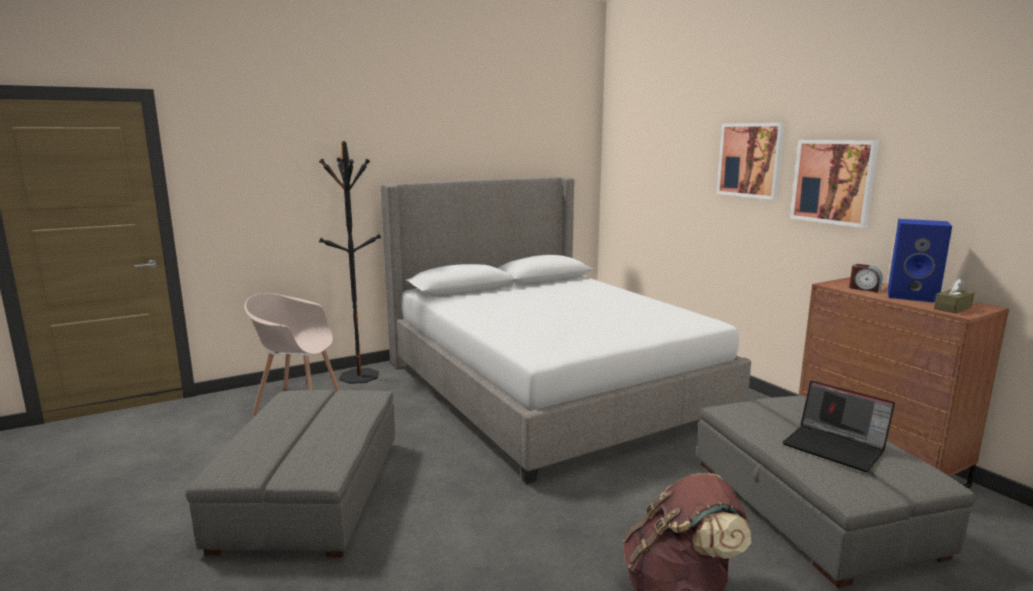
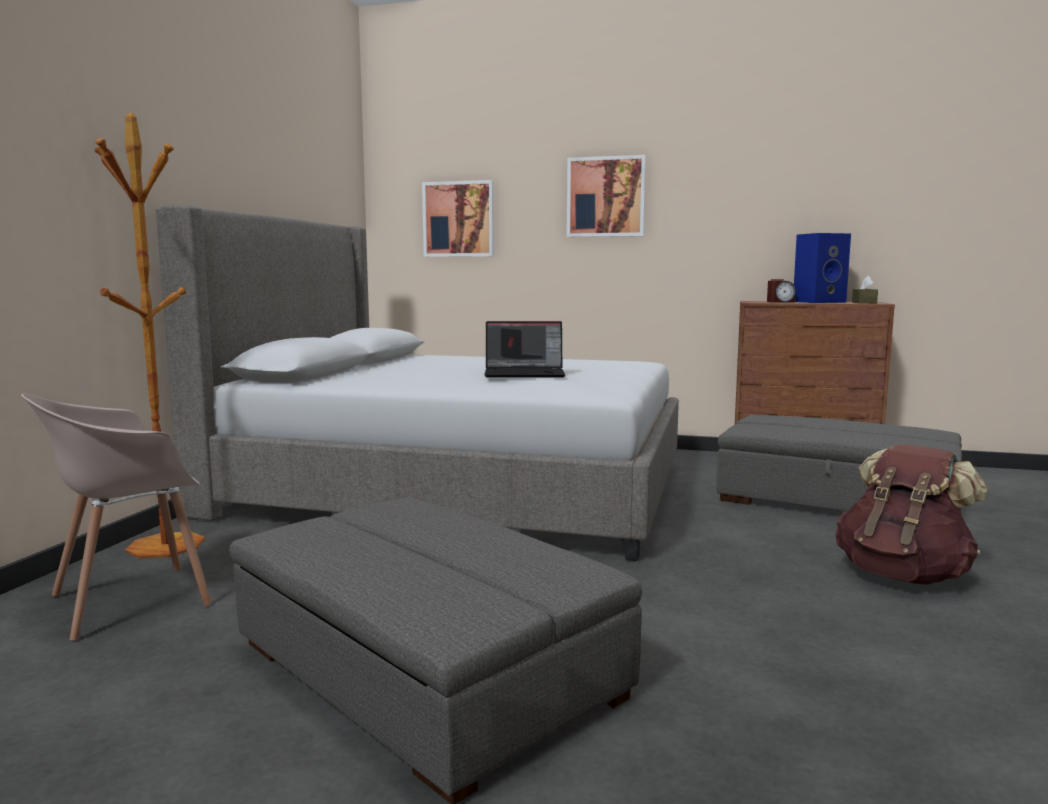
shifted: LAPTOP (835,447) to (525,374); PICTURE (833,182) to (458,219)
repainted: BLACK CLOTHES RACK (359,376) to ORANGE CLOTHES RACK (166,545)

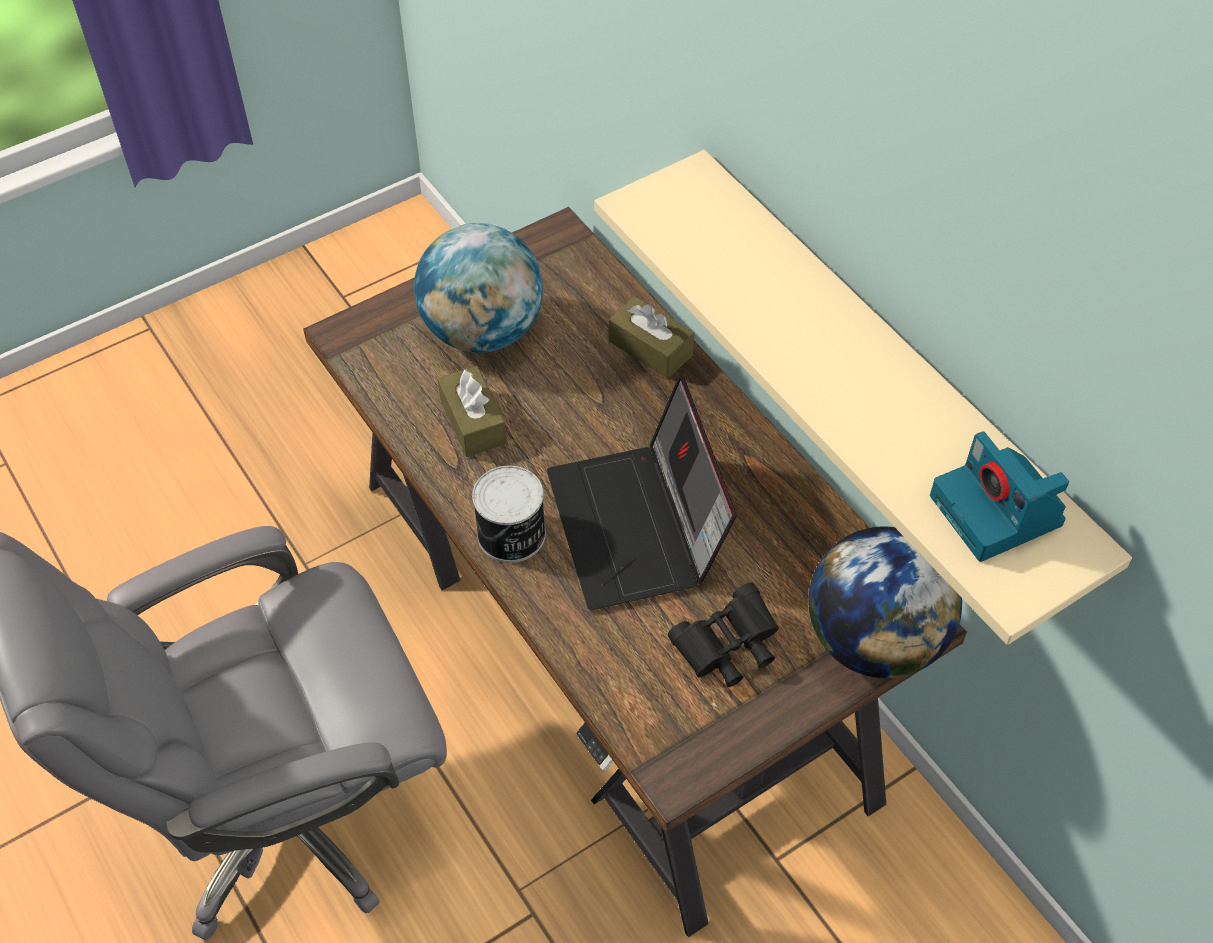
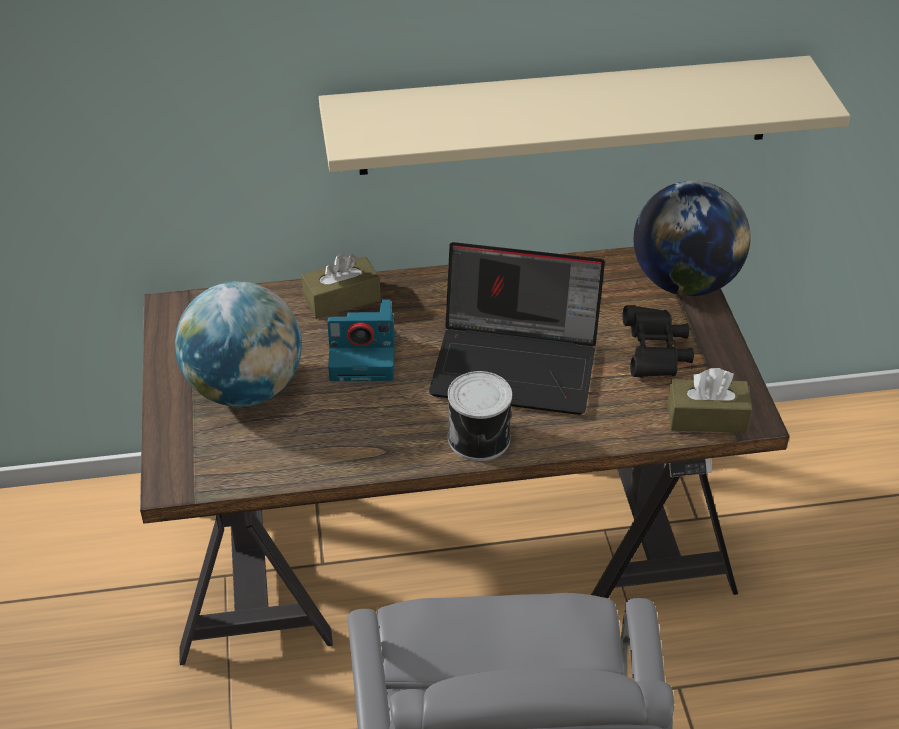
shifted: BROWN TISSUE BOX (473,422) to (706,417); PHOTO CAMERA (998,512) to (365,356)

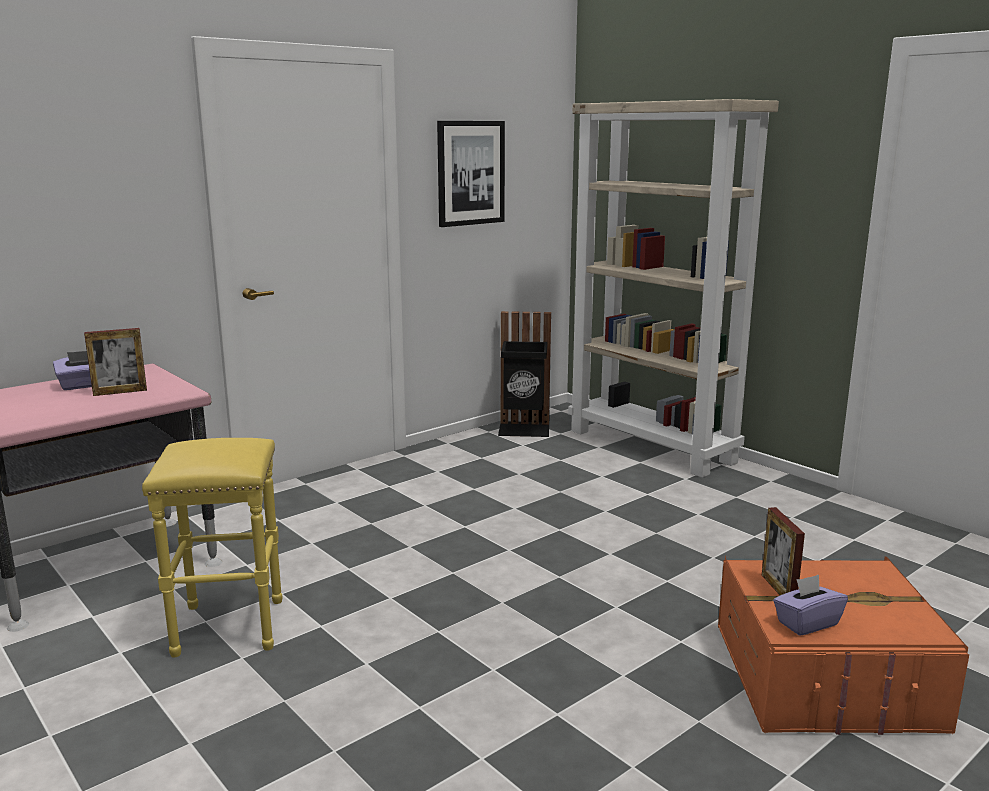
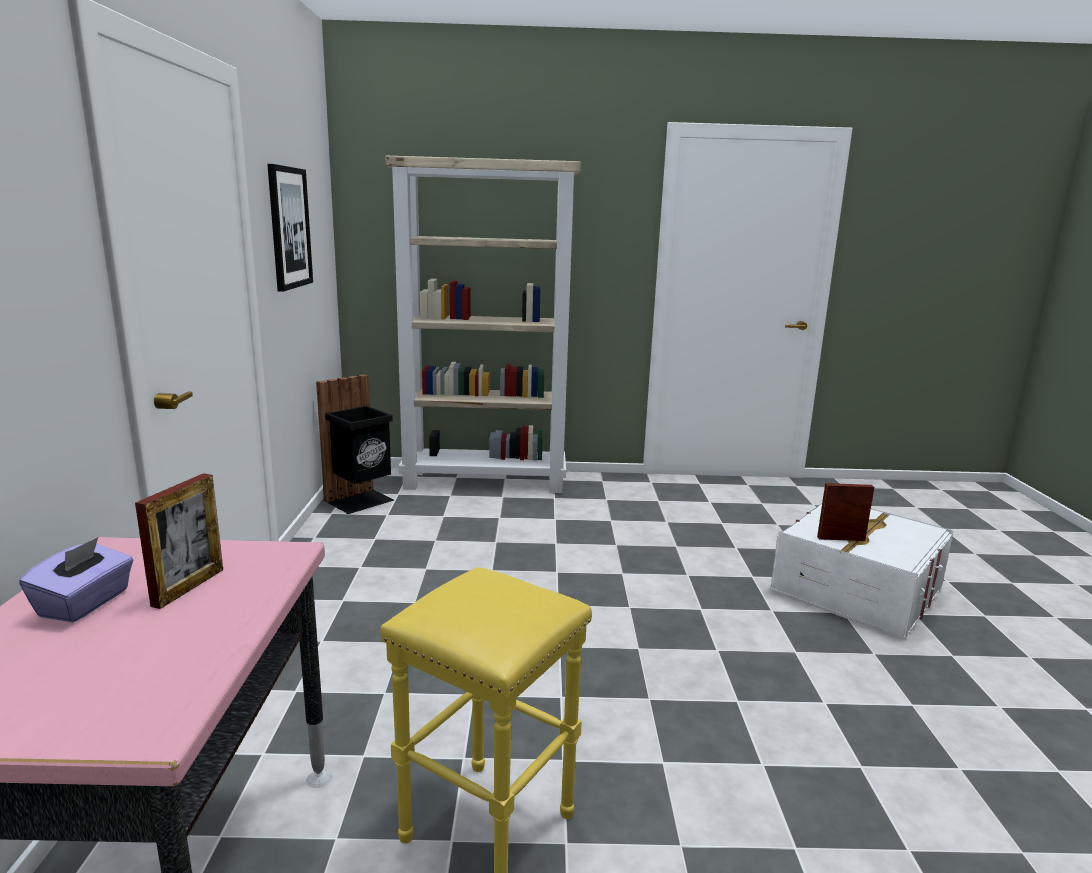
gone: PURPLE TISSUE BOX (807,623)
repainted: ORANGE STORAGE BOX (825,677) to WHITE STORAGE BOX (856,590)
rotated: PICTURE FRAME (778,589) = (841,538) 150 degrees clockwise

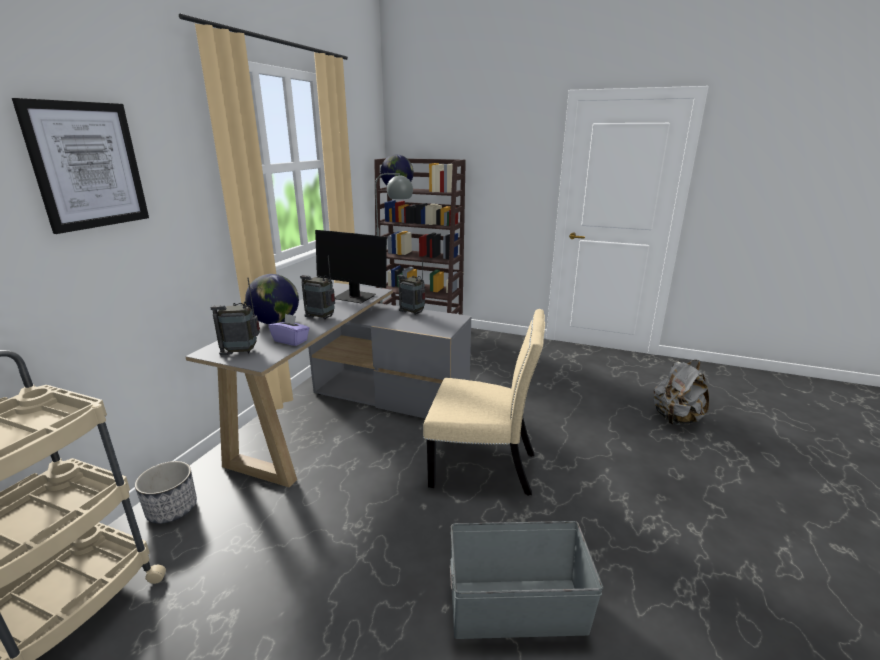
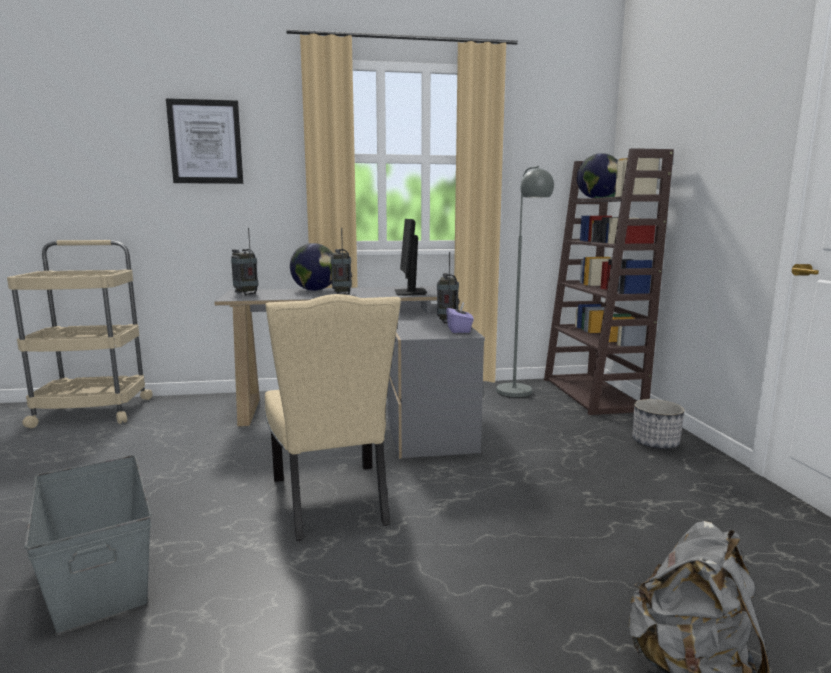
shifted: PLANTER (172,509) to (655,443); PURPLE TISSUE BOX (291,341) to (459,330)

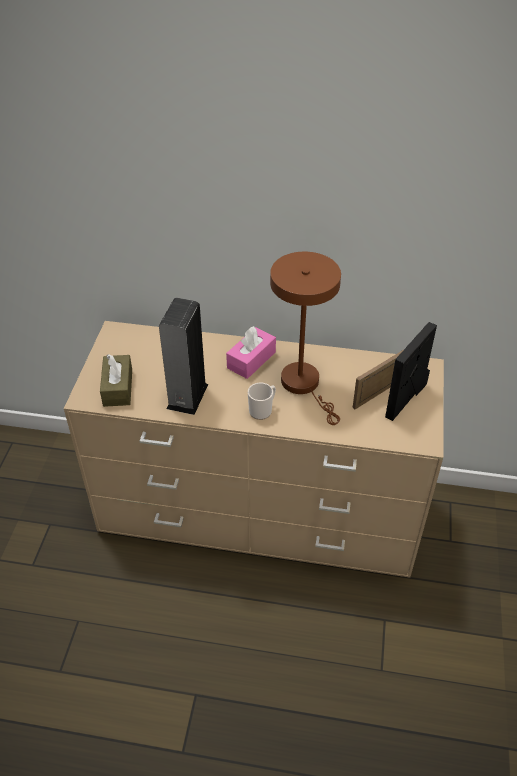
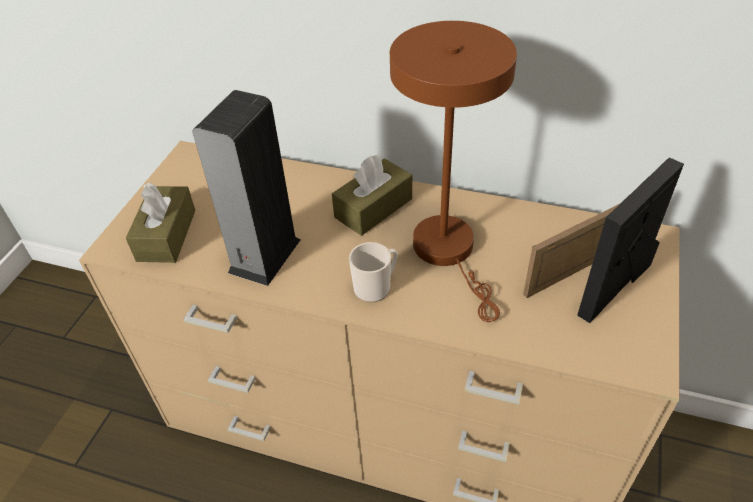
repainted: PINK TISSUE BOX (251,360) to BROWN TISSUE BOX (373,208)

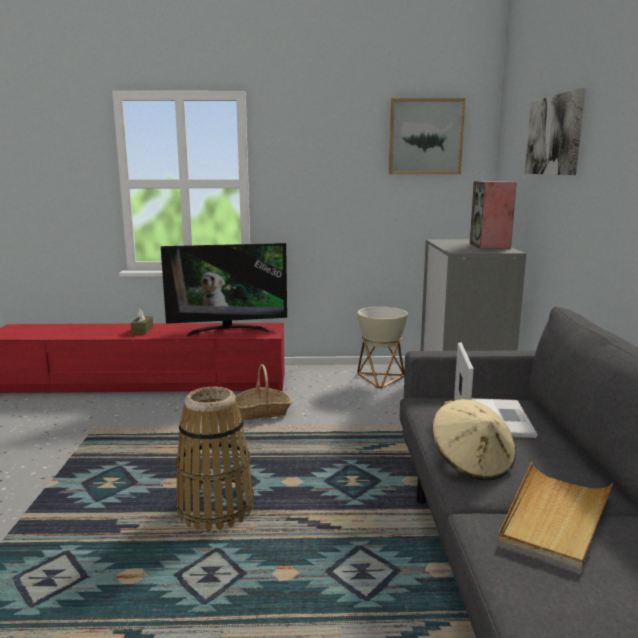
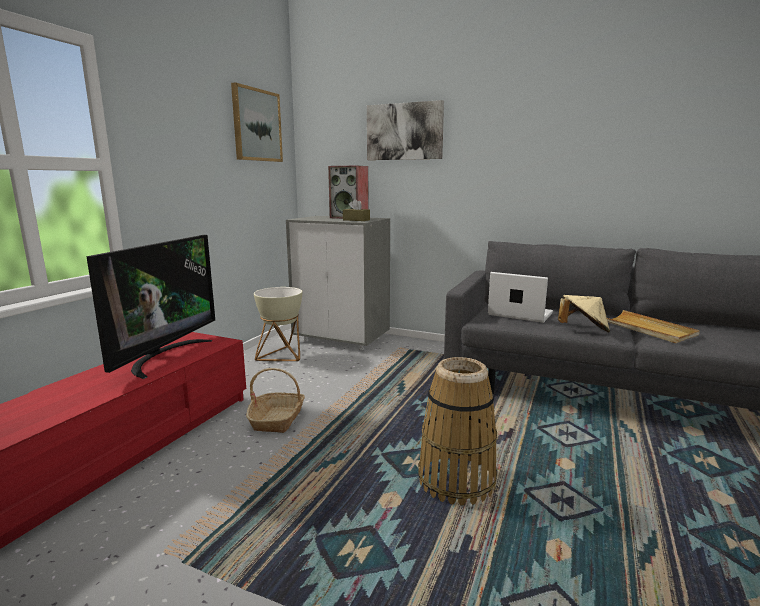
shifted: BROWN TISSUE BOX (142,330) to (356,220)

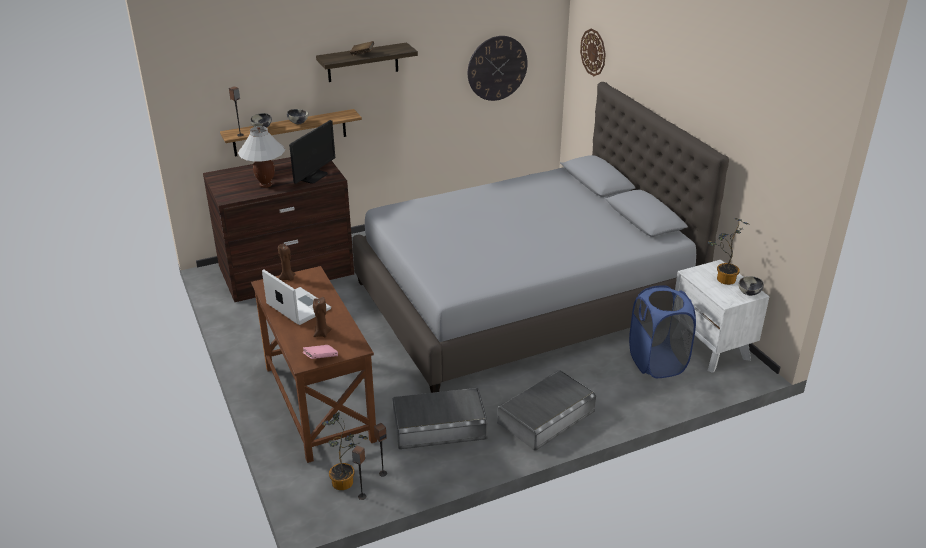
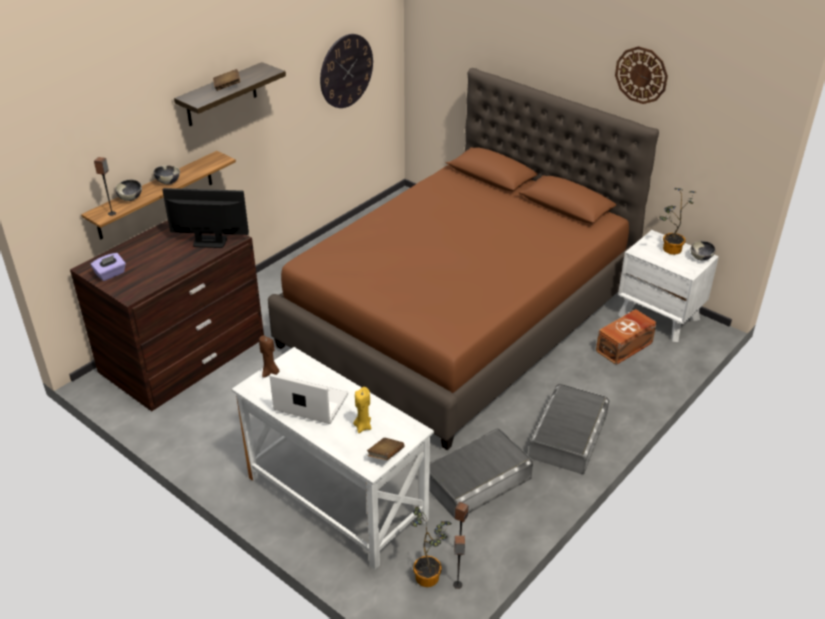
gone: WHITE TABLE LAMP (266,185)
new: PURPLE TISSUE BOX (110,274)
shifted: WALL CLOCK (593,52) to (641,75)
swapped: BLUE LAUNDRY BASKET (657,362) to BROWN STORAGE BOX (625,347)
repainted: BROWN DESK (318,403) to WHITE DESK (336,499); PINK BOOK (320,358) to BROWN BOOK (385,455); BROWN CANDLE (322,334) to YELLOW CANDLE (363,426); GREY BED (525,299) to BROWN BED (460,316)
rotated: MONITOR (314,176) = (210,242) 90 degrees counterclockwise

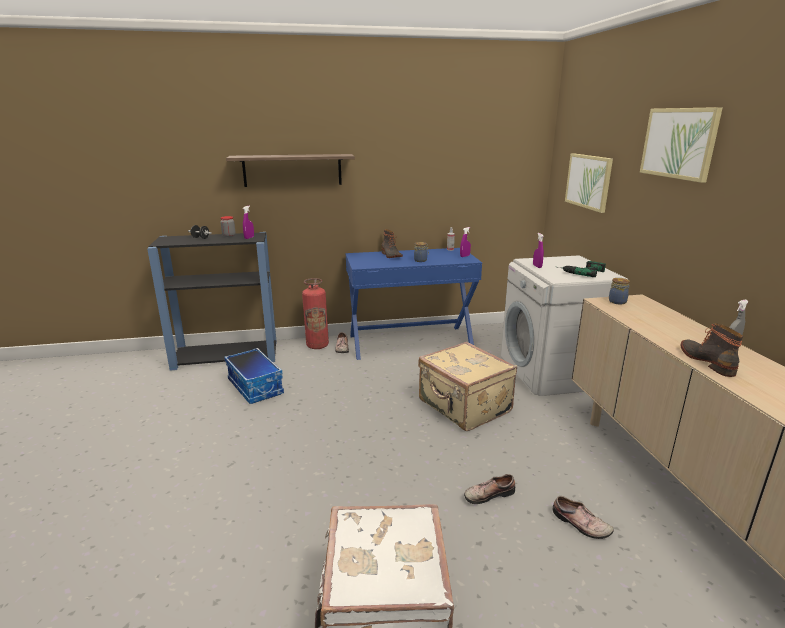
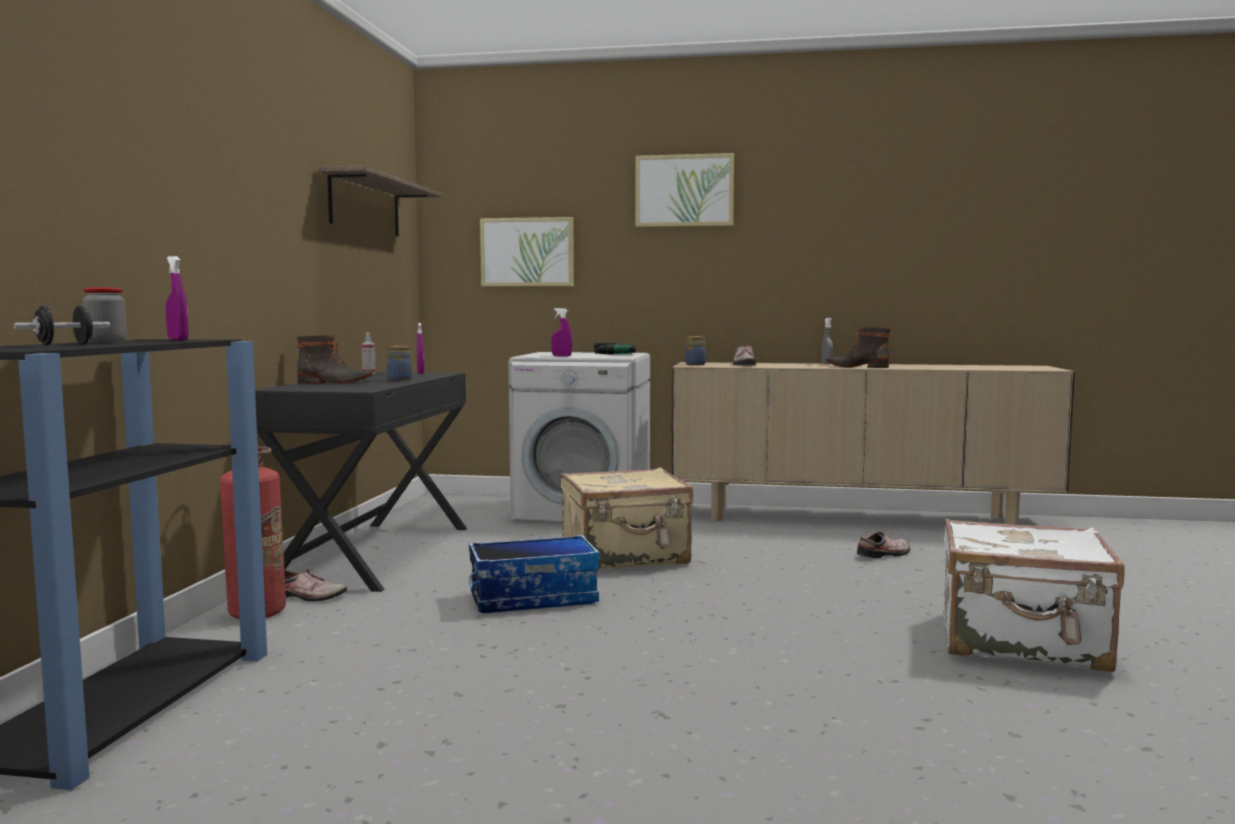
shifted: STORAGE BOX (256,387) to (534,598); SHELF (292,170) to (365,206); SHOE (488,494) to (742,364)
repainted: BLUE DESK (410,342) to BLACK DESK (374,553)

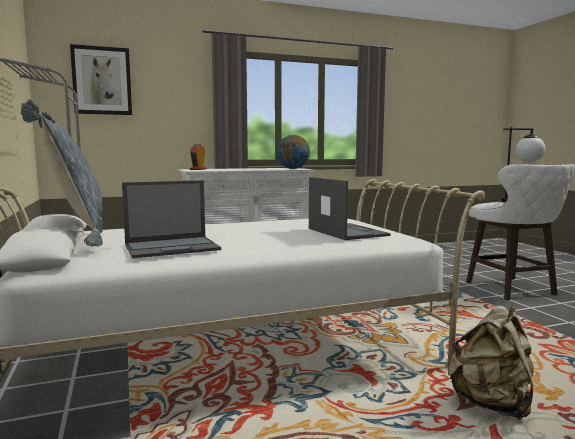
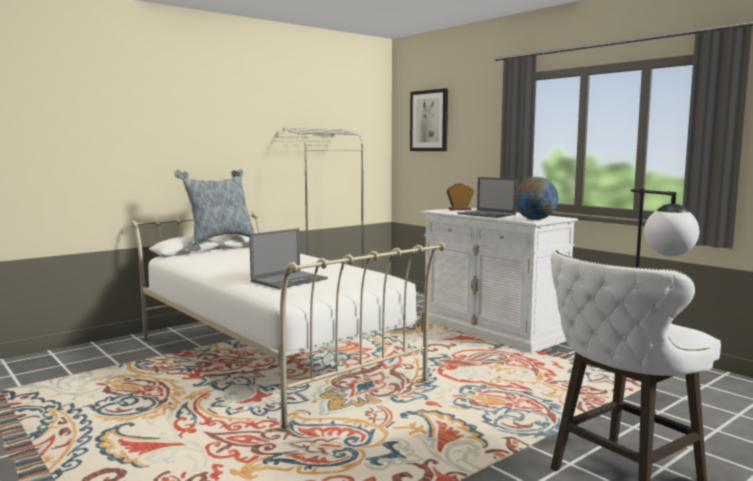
gone: BEIGE BACKPACK (491,404)
shifted: LAPTOP (173,247) to (487,214)

